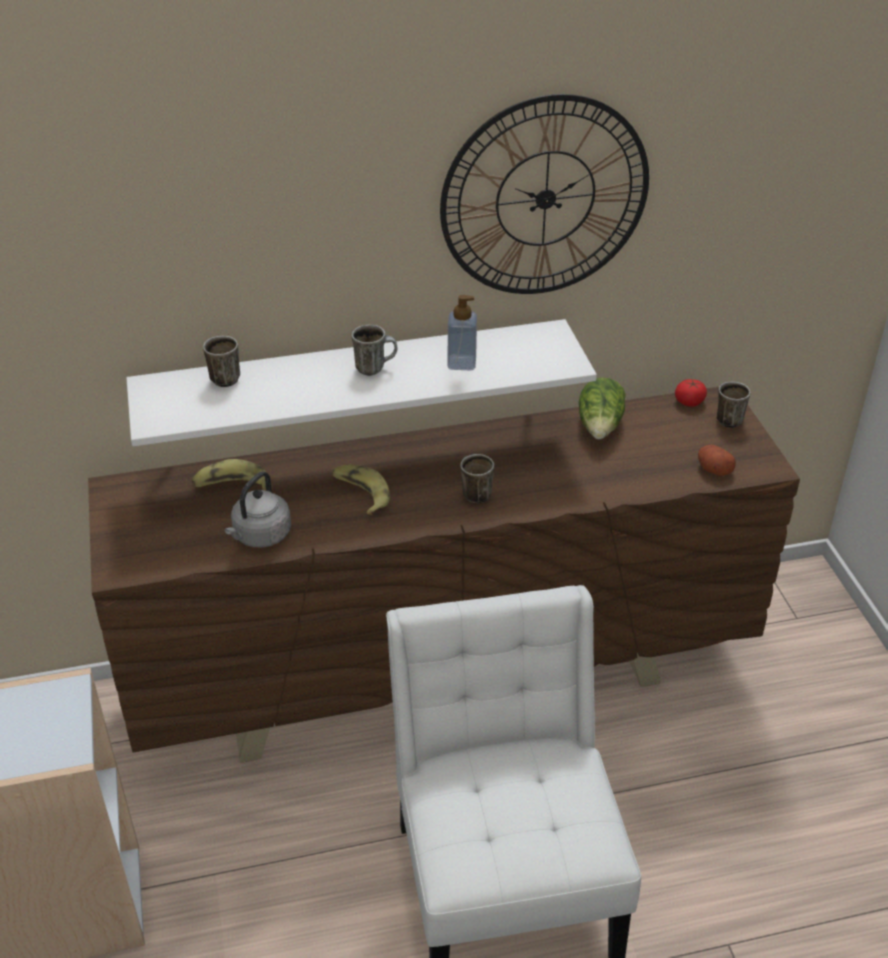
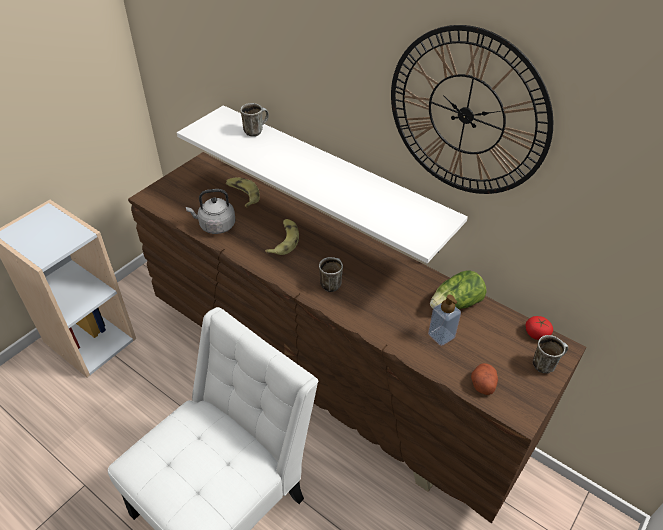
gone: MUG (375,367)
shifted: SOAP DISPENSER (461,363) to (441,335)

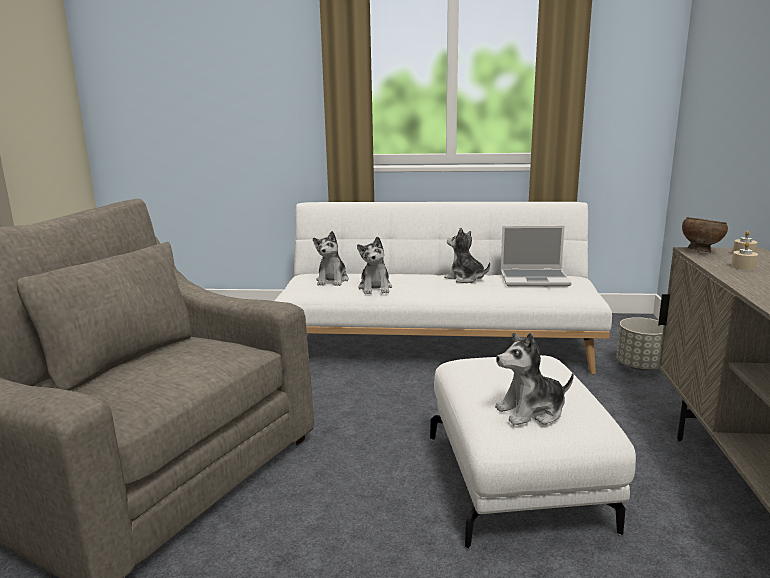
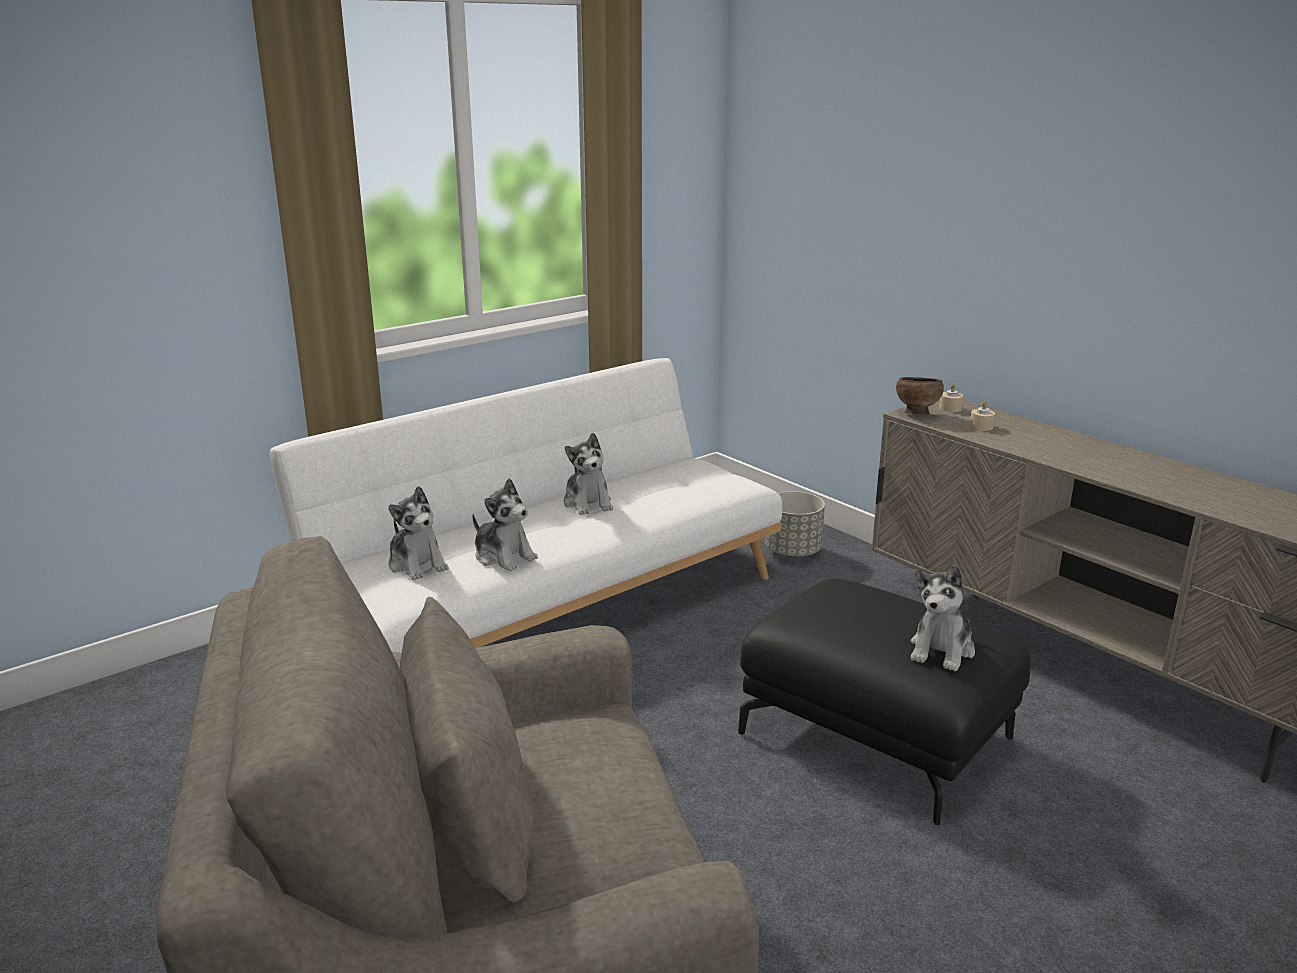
gone: LAPTOP (535,279)
repainted: WHITE OTTOMAN (518,481) to BLACK OTTOMAN (878,734)
rotated: PLUSH TOY (465,278) = (588,503) 105 degrees counterclockwise

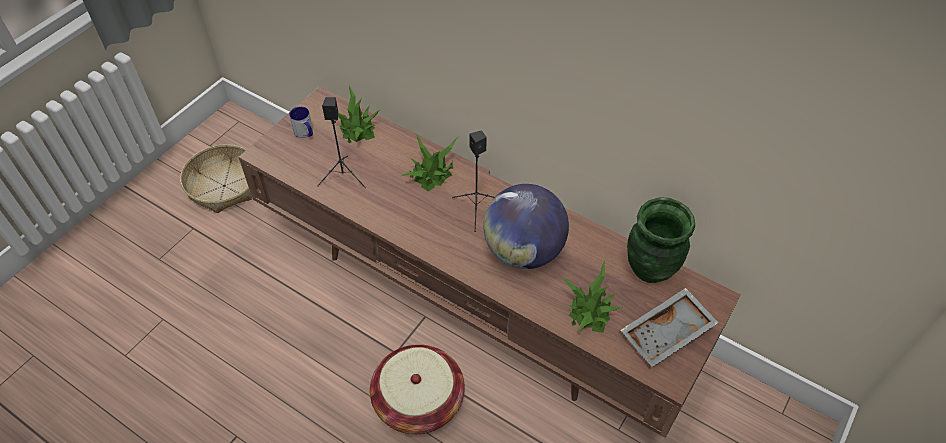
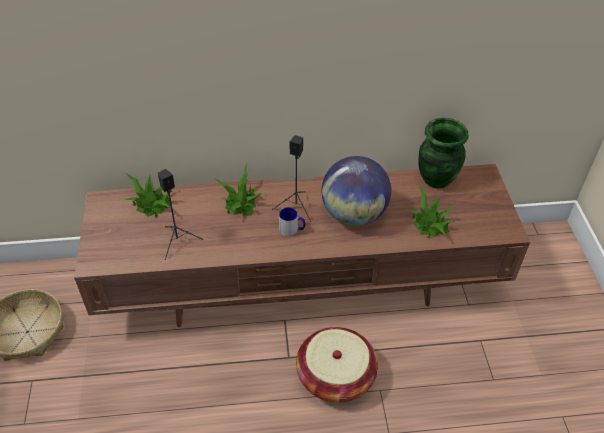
gone: GREY TRAY (668,334)
shifted: MUG (305,133) to (292,230)

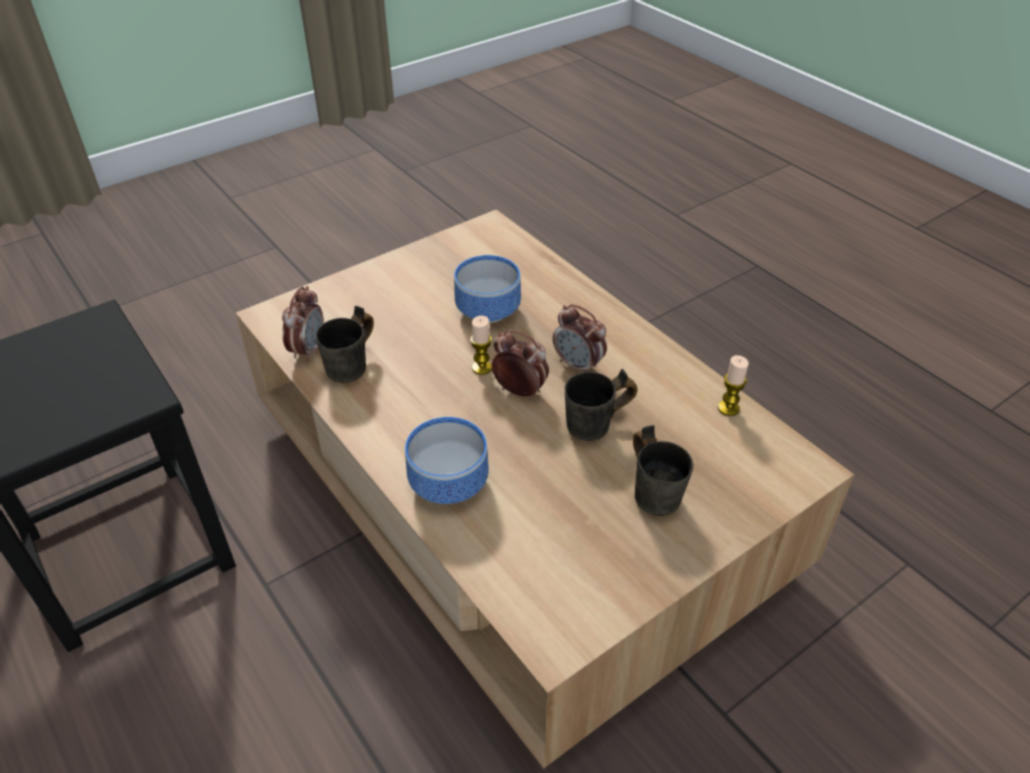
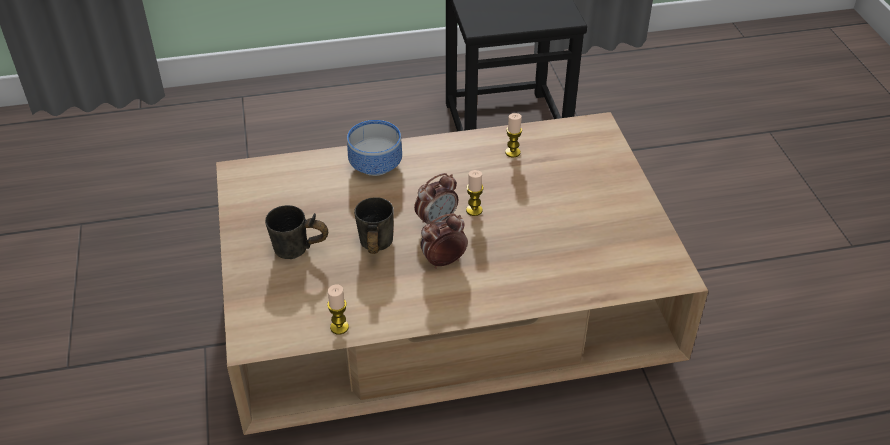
gone: ALARM CLOCK (308,350); BOWL (490,312)
swapped: GREY MUG (356,367) to CANDLE (512,152)

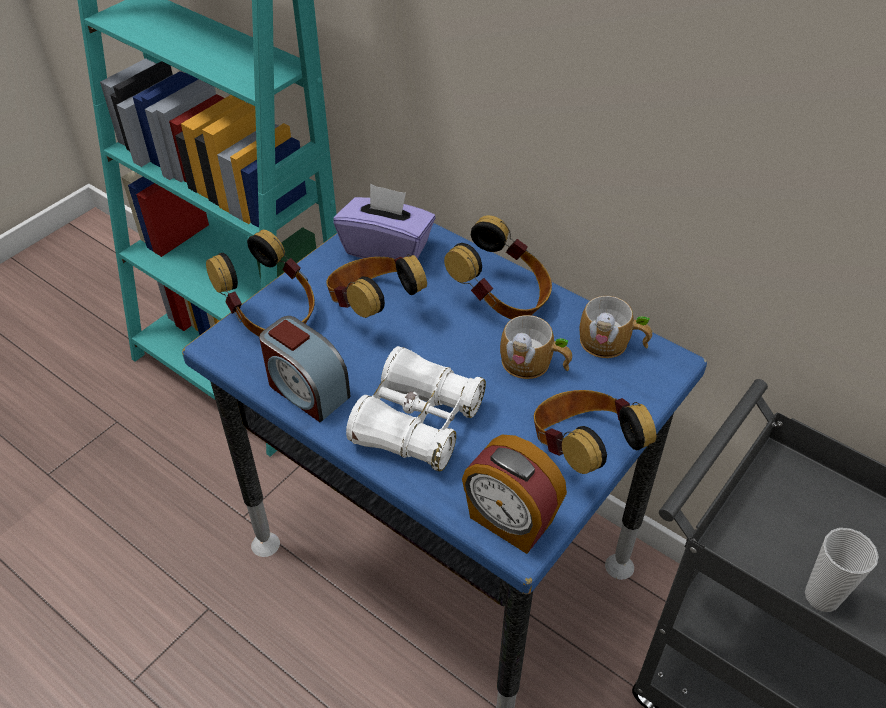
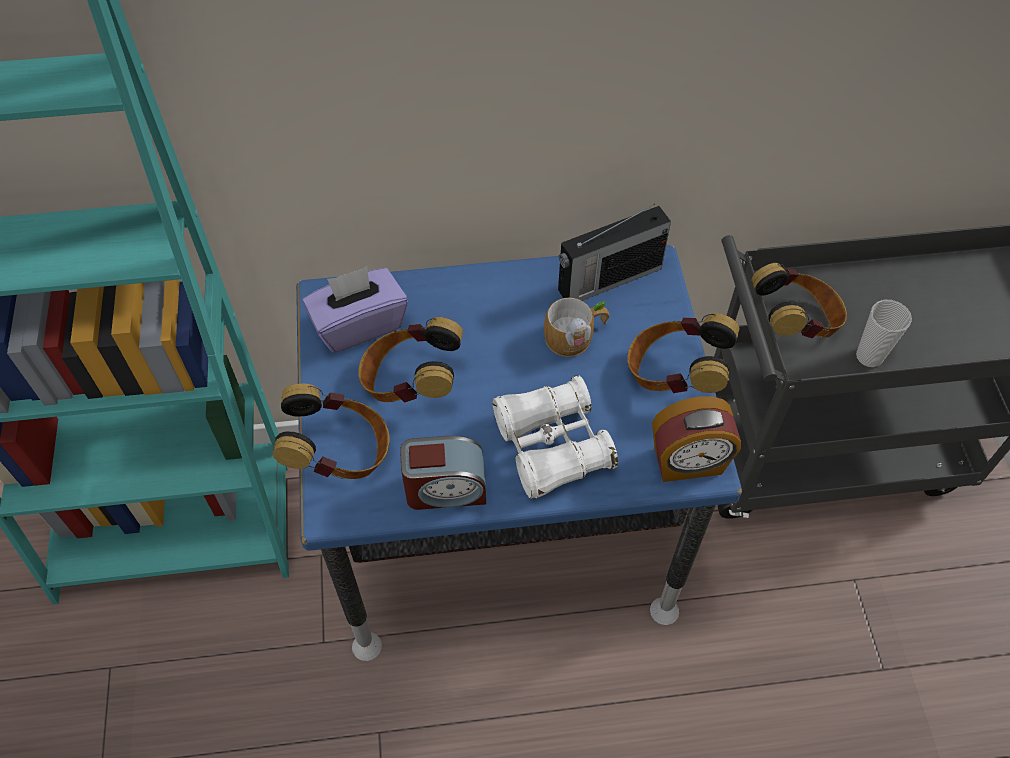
shifted: HEADPHONES (501,298) to (795,323)
swapped: MUG (612,344) to RADIO (607,279)

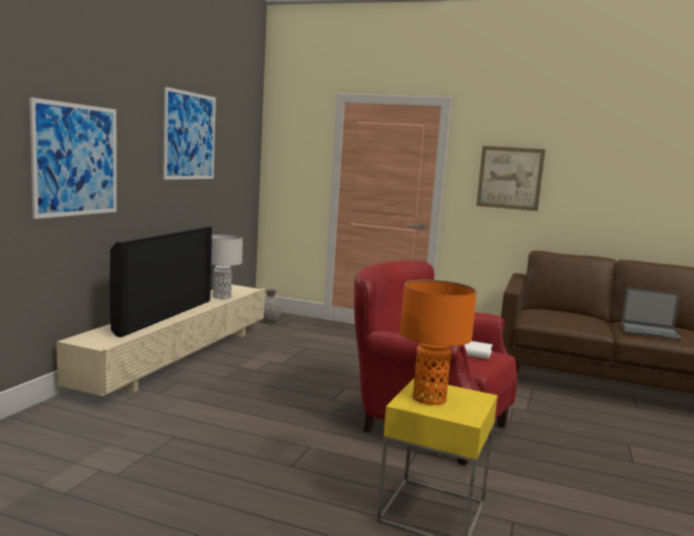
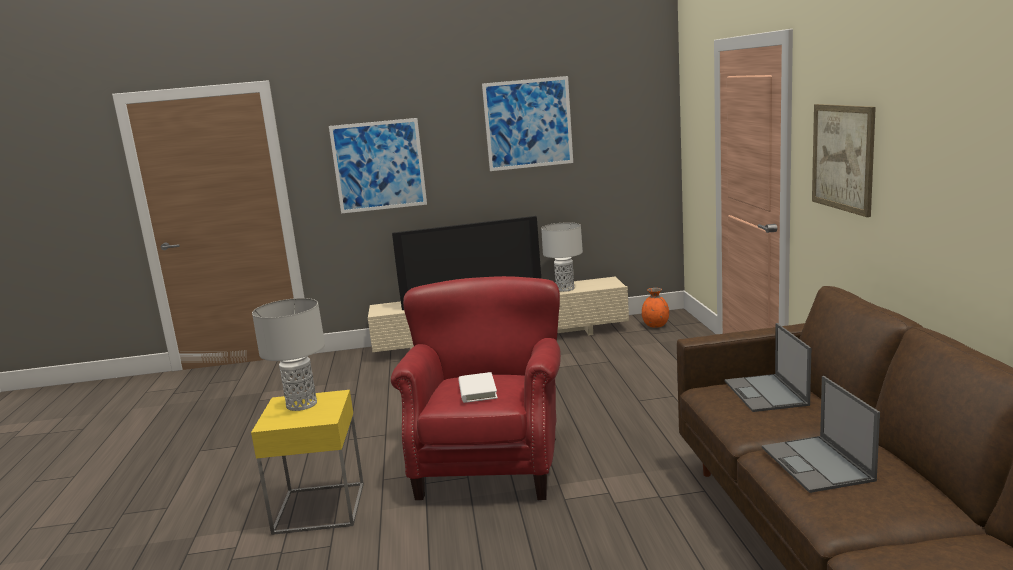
new: LAPTOP (766,393)
repainted: GREY VASE (269,321) to ORANGE VASE (656,325); ORANGE TABLE LAMP (430,398) to WHITE TABLE LAMP (302,404)

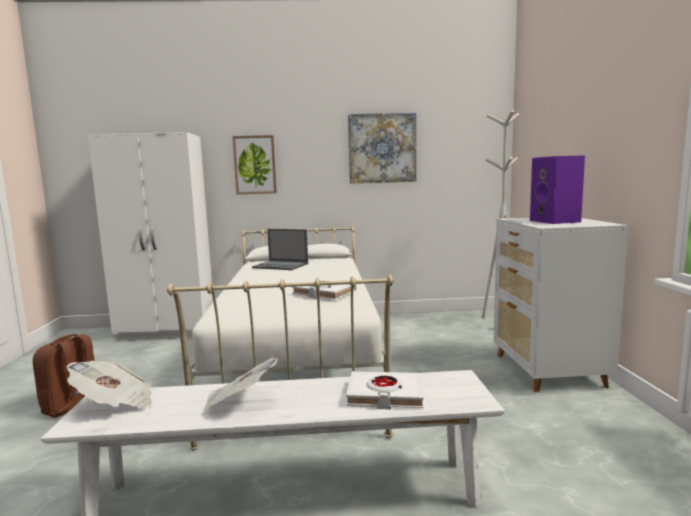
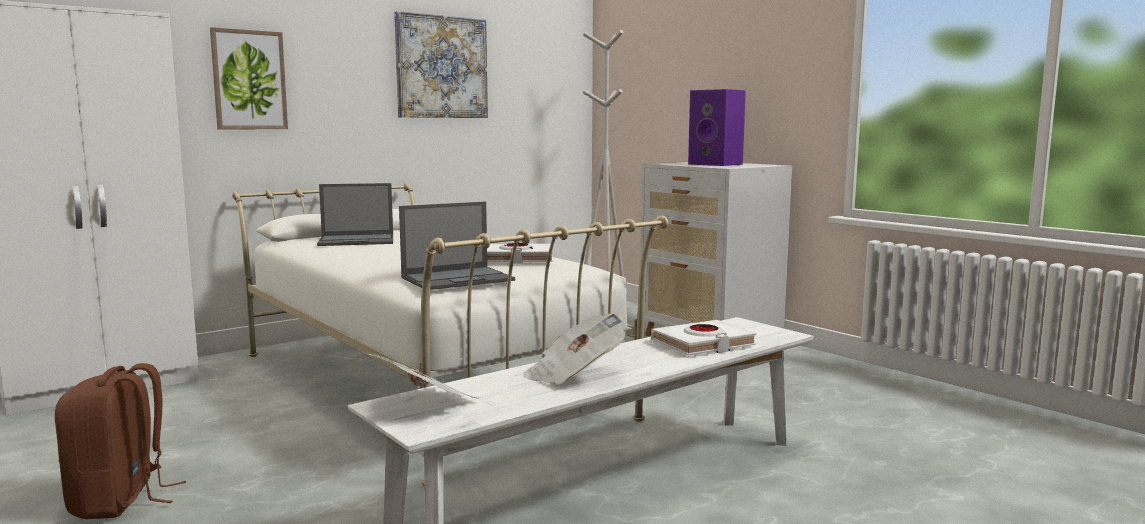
new: LAPTOP (458,279)

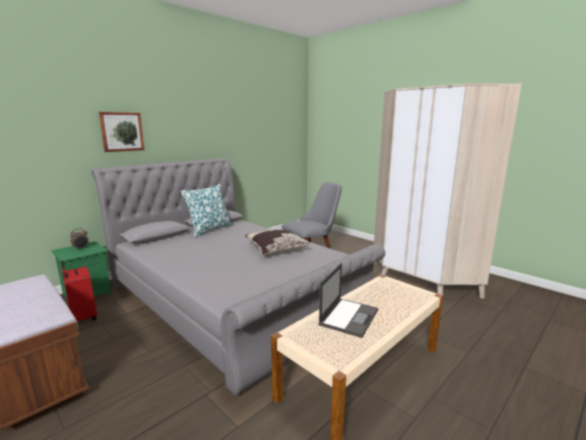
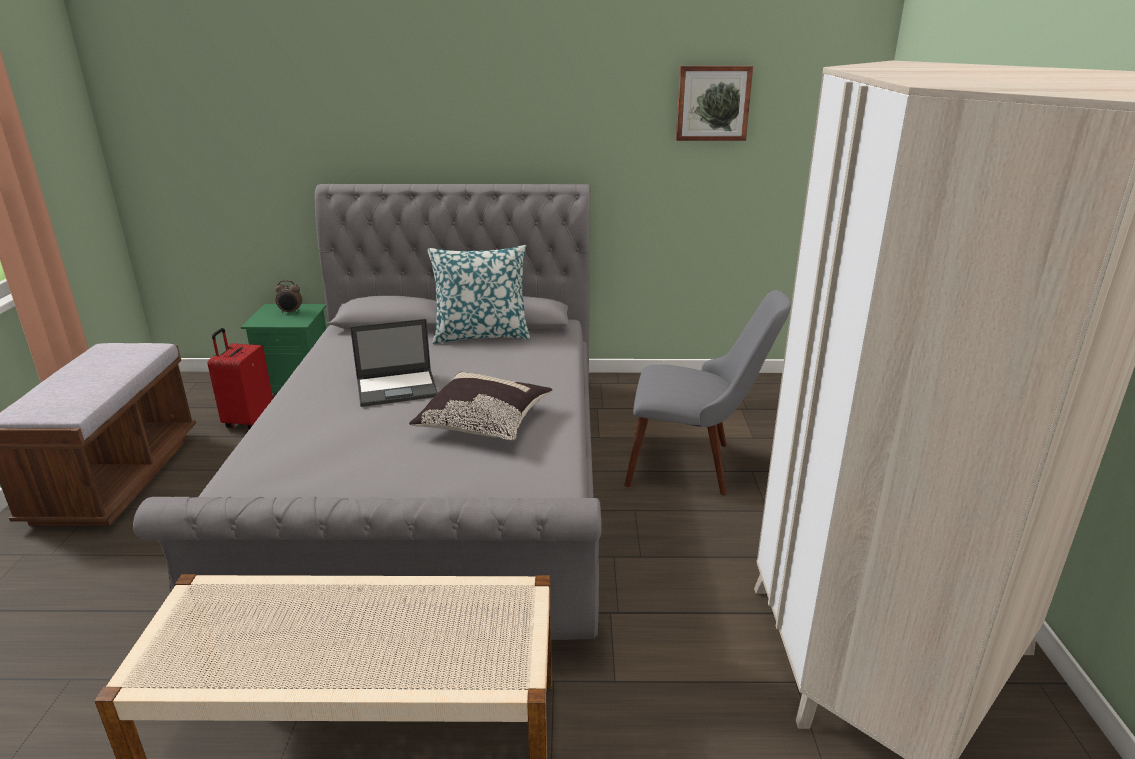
shifted: PICTURE (122,131) to (713,103); LAPTOP (349,316) to (398,388)

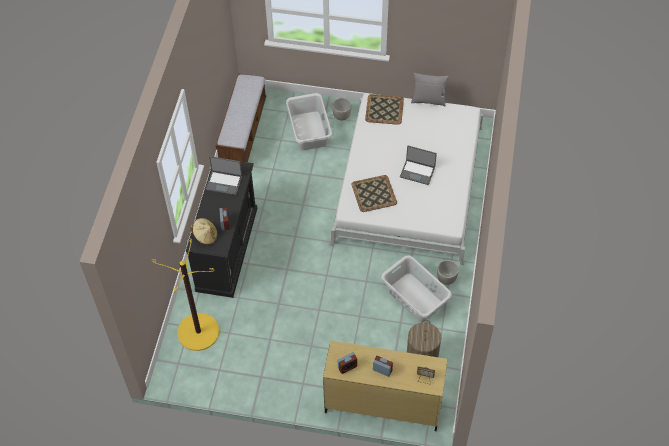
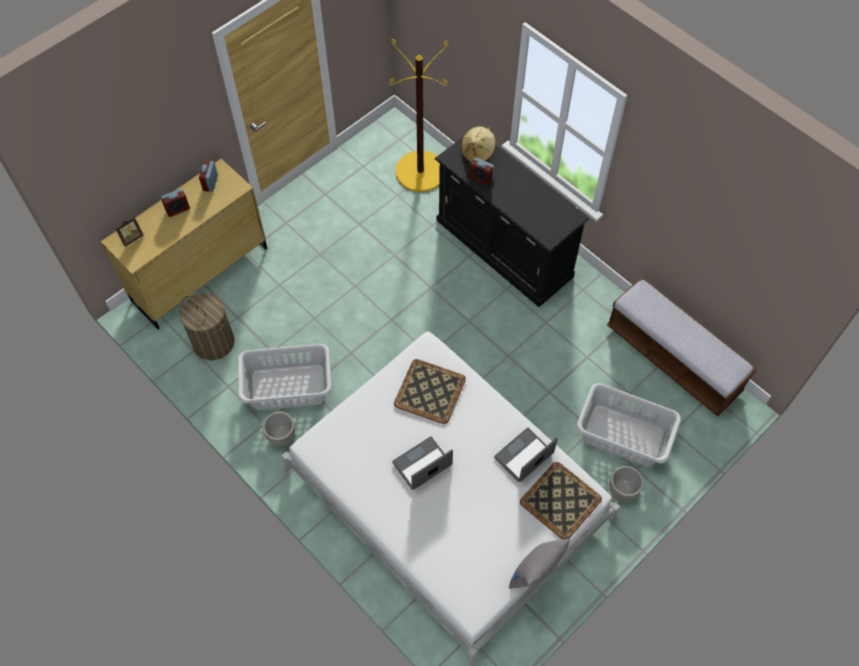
shifted: LAPTOP (224,182) to (524,456)

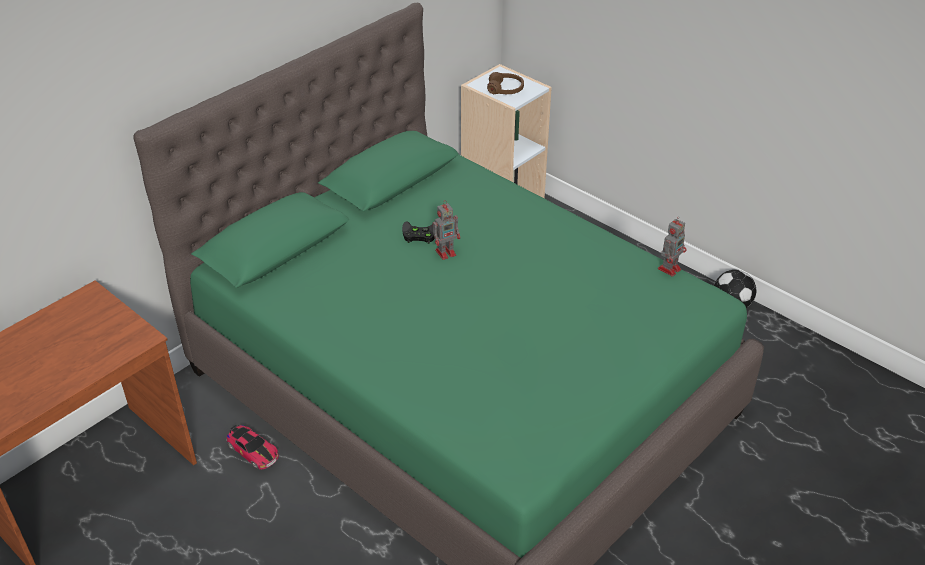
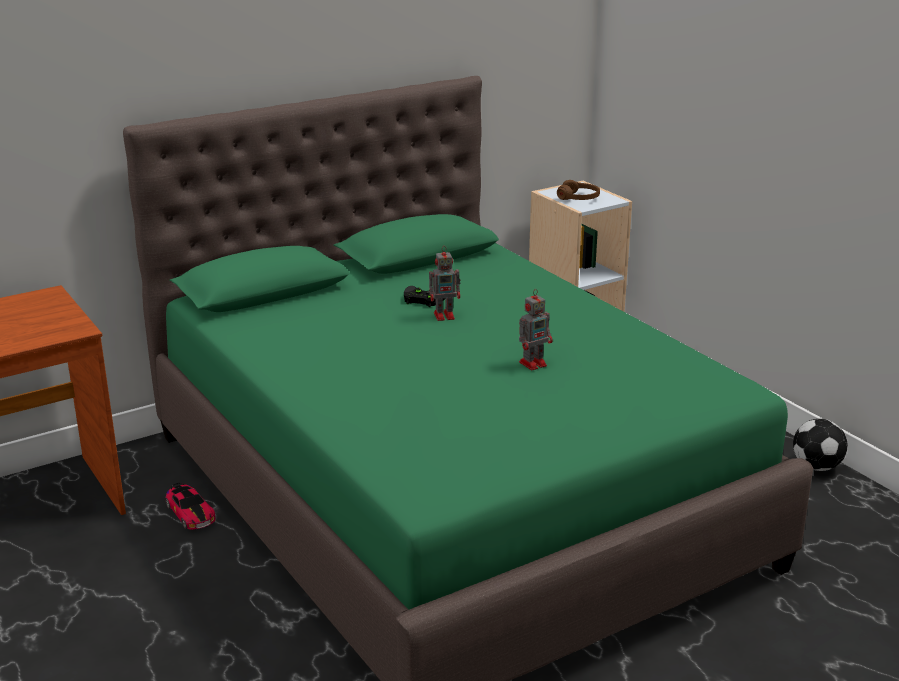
shifted: TOY ROBOT (670,268) to (534,363)

